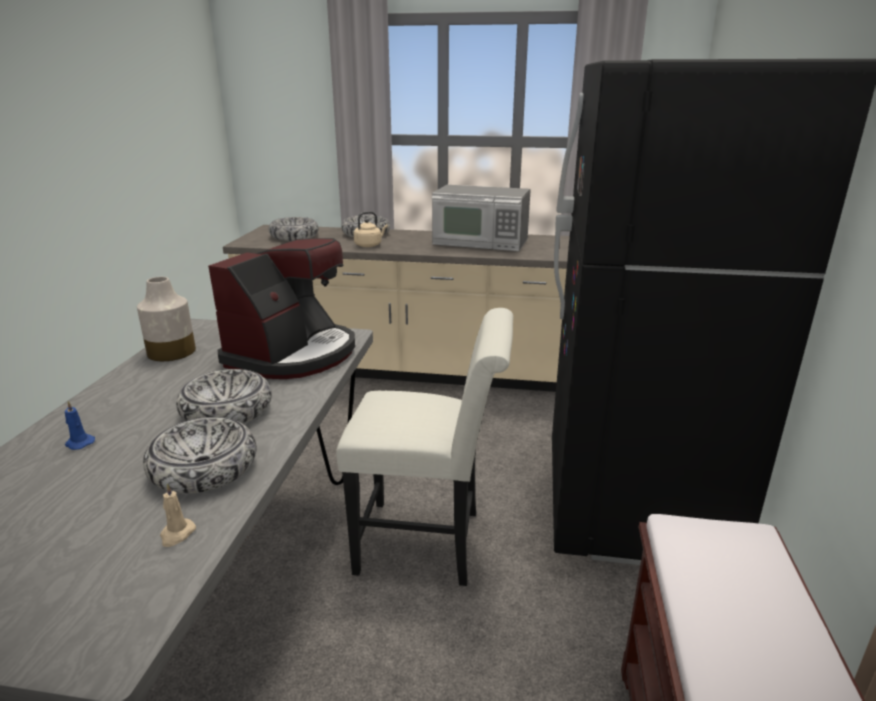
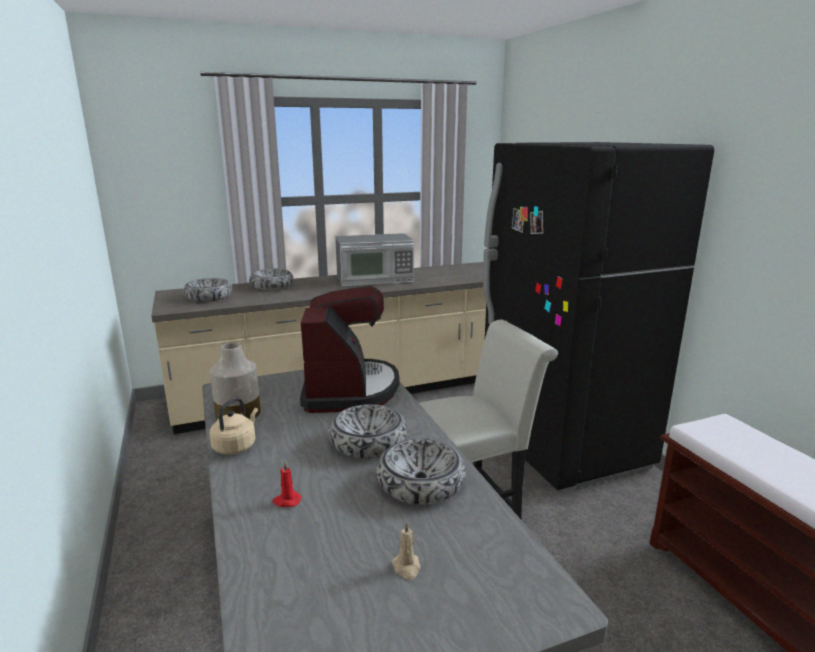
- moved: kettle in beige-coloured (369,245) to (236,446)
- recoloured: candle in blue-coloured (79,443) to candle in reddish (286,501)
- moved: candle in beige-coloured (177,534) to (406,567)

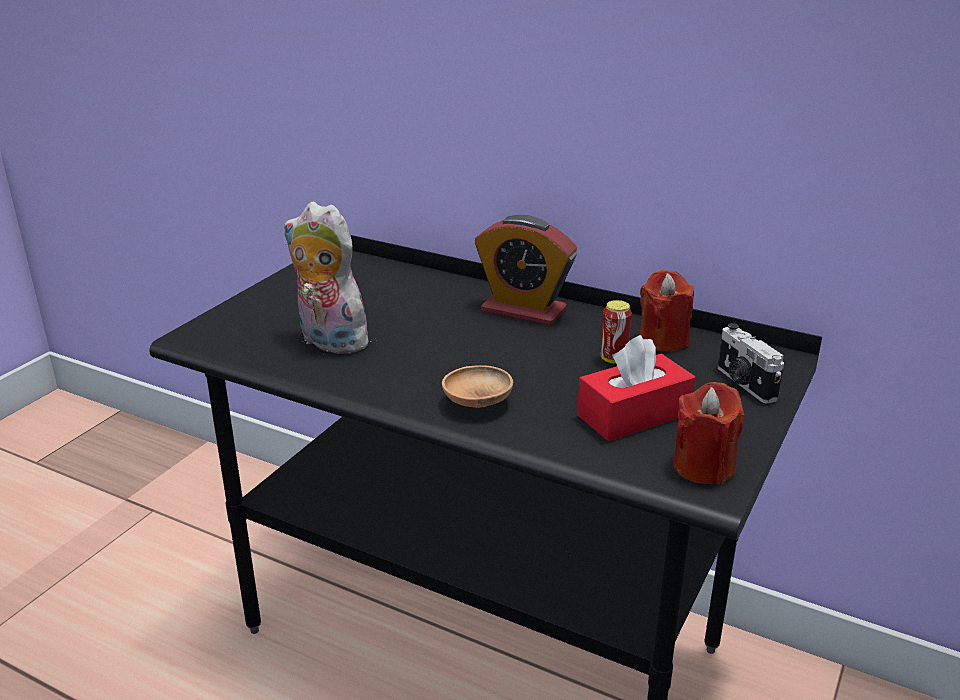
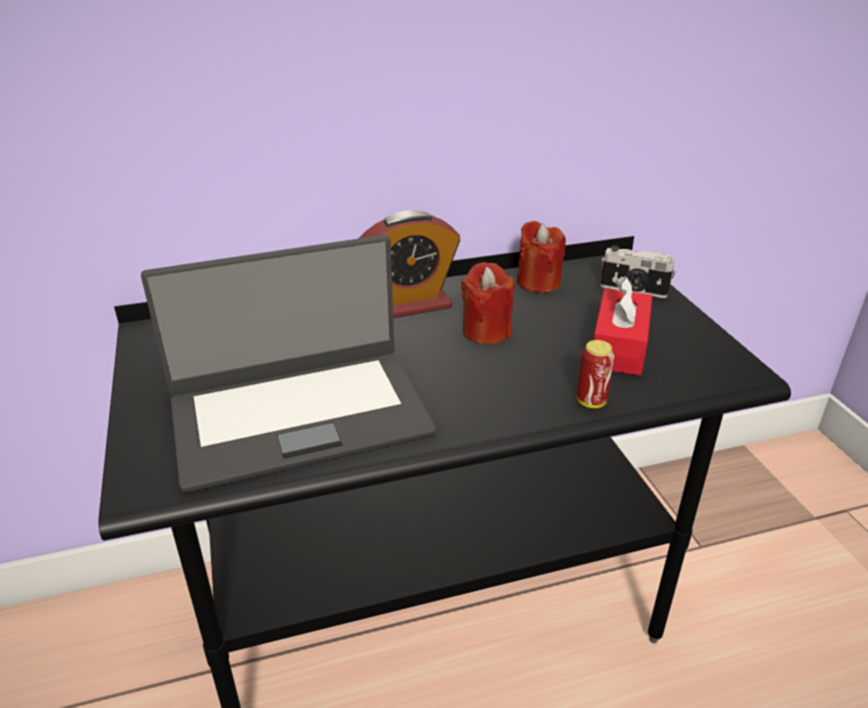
- replaced: soft toy (328,342) to notebook computer (299,415)
- moved: can (613,359) to (591,402)
- removed: bowl in brown (477,403)
- moved: candle in reddish (703,466) to (486,331)

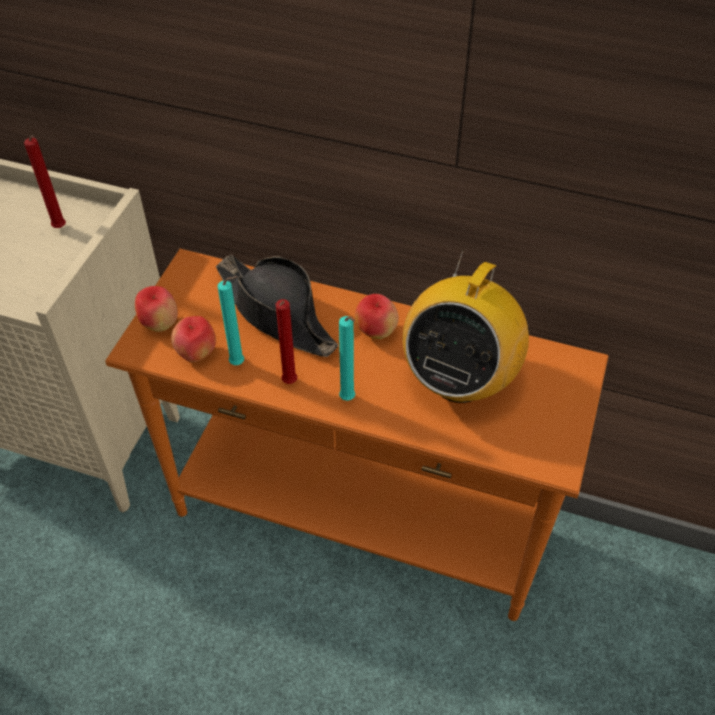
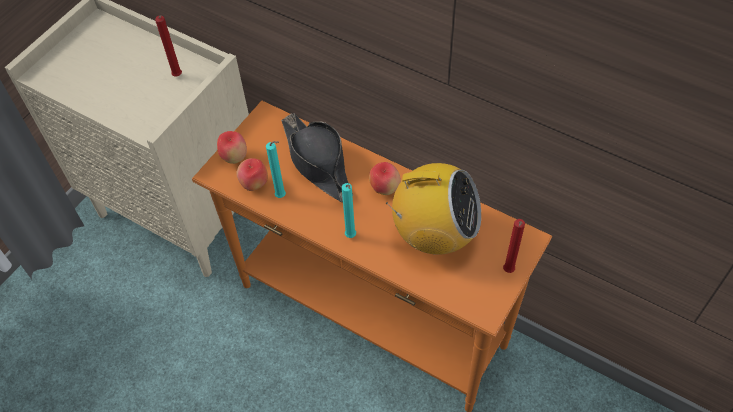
- turned: radio (459,379) = (434,235) 120 degrees counterclockwise
- moved: candle in reddish (289,384) to (508,272)

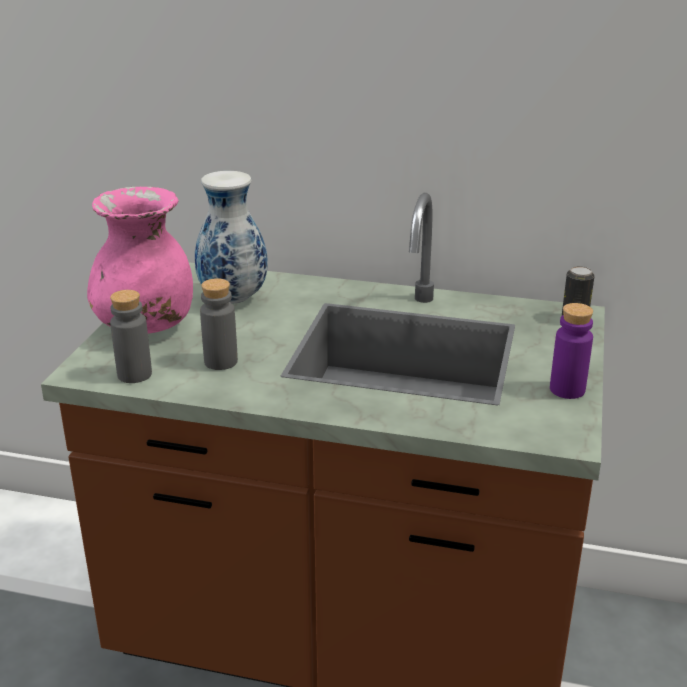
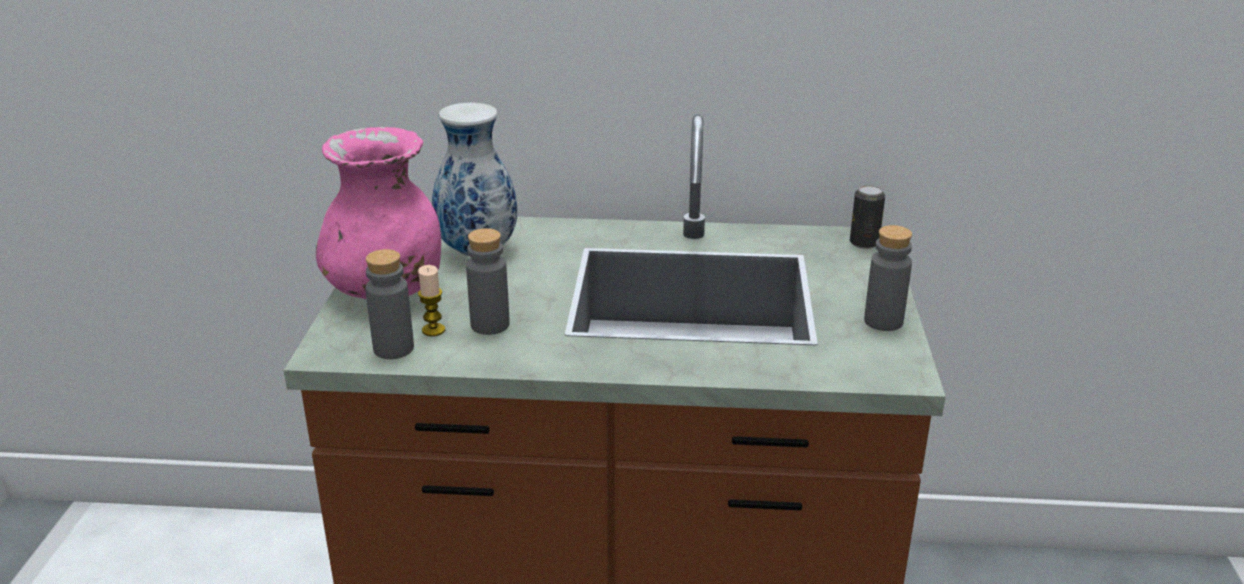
- recoloured: bottle in purple-coloured (567,390) to bottle in gray (883,321)
- added: candle (433,330)

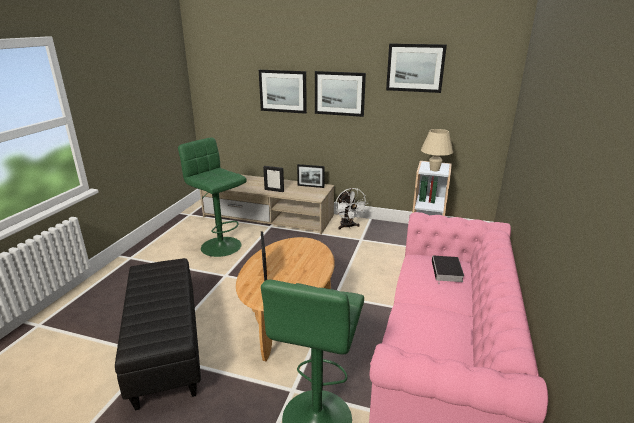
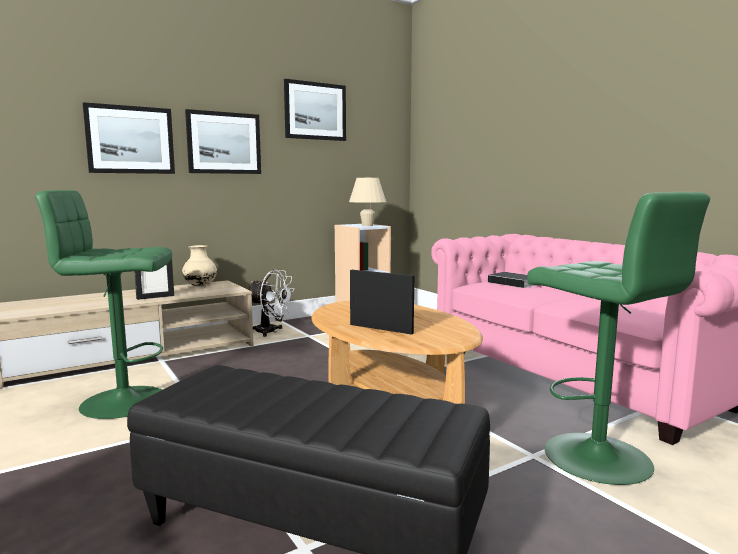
- replaced: picture frame (310,186) to vase in beige-coloured (200,286)

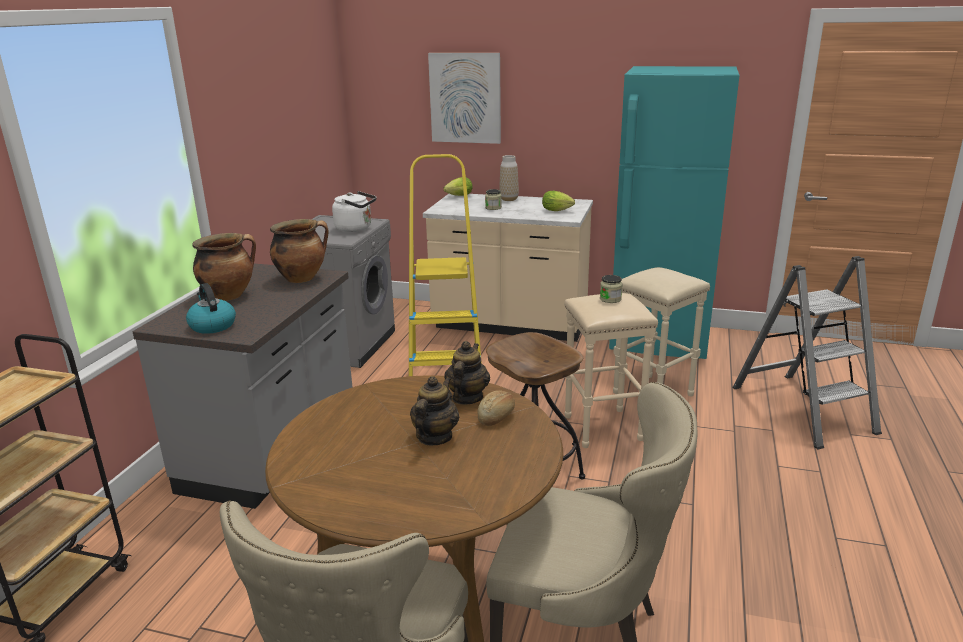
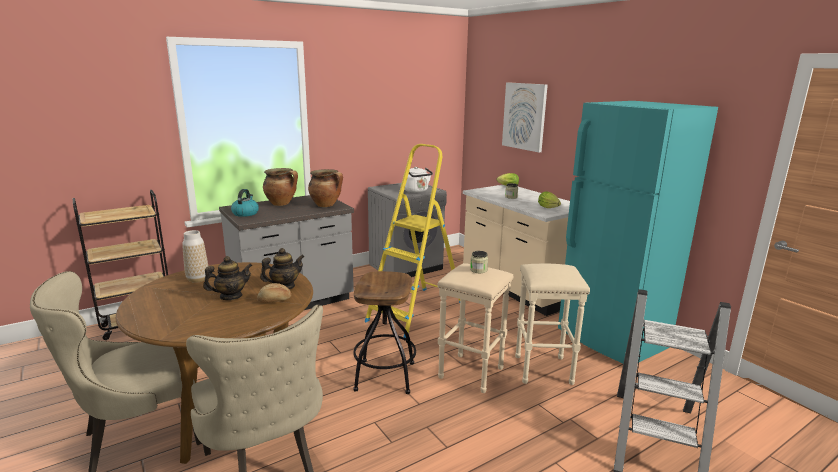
- moved: vase (509,199) to (198,279)

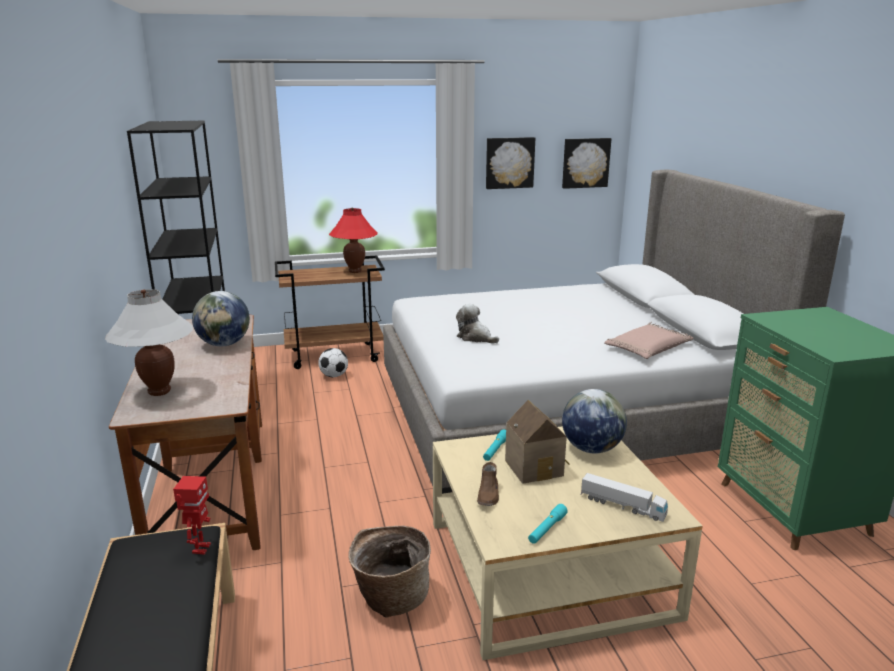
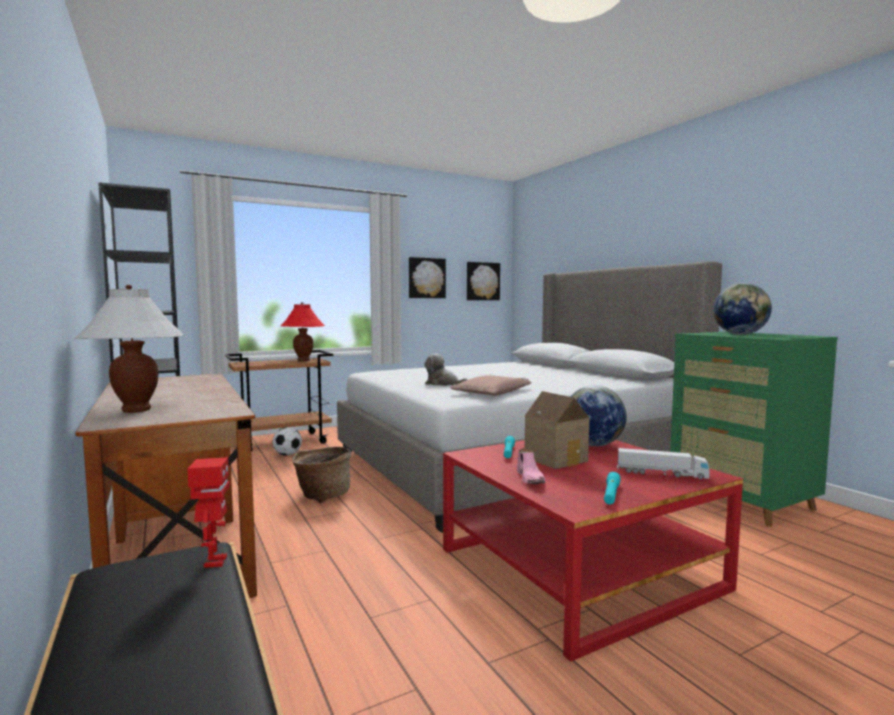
- moved: globe (224,344) to (740,334)
- moved: throw pillow in beige-coloured (648,347) to (491,391)
- recoloured: low table in beige-coloured (548,568) to low table in reddish (578,568)
- recoloured: low shoe in brown (488,494) to low shoe in pink-coloured (530,479)
- moved: household basket (390,597) to (322,495)

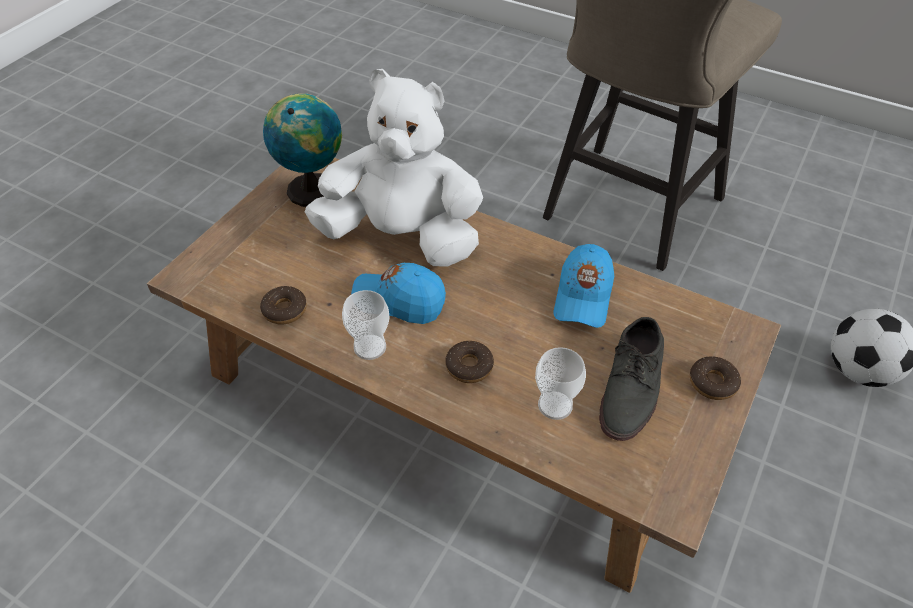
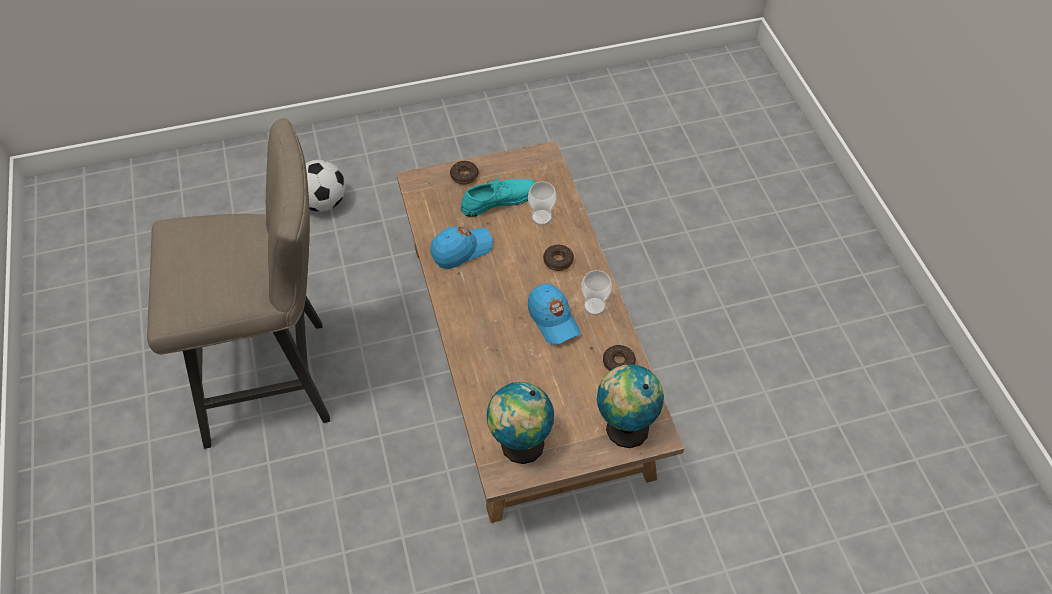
- removed: soft toy in white (402,237)
- recoloured: low shoe in gray (632,386) to low shoe in blue-green (499,199)
- added: globe (624,428)

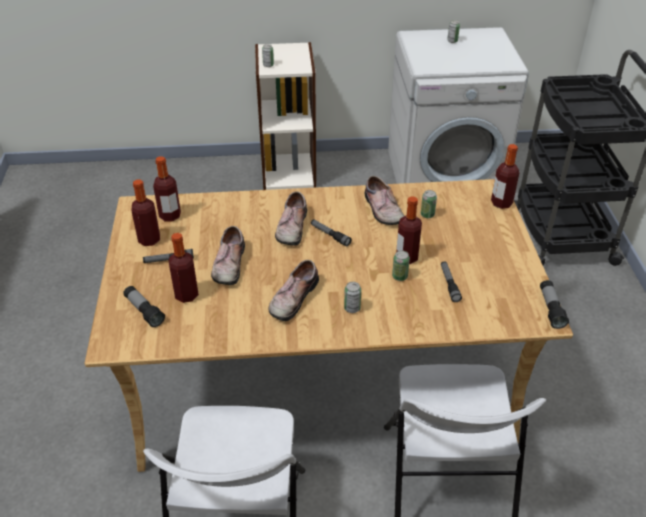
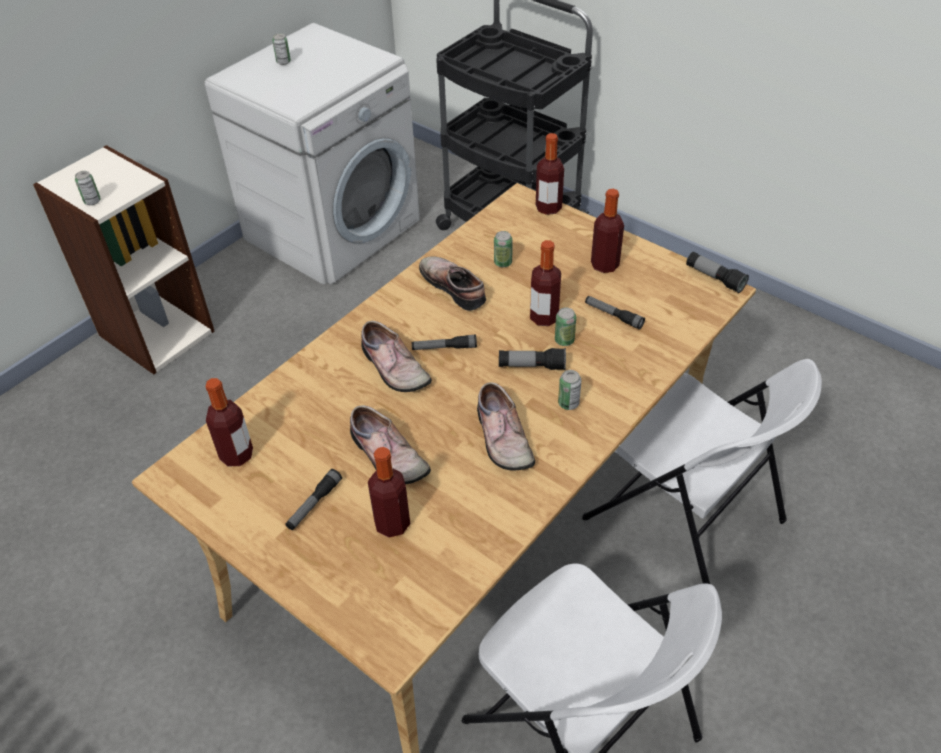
- turned: low shoe (382,210) = (455,286) 150 degrees counterclockwise
- moved: bottle (149,240) to (604,265)
- moved: hand torch (144,311) to (531,366)

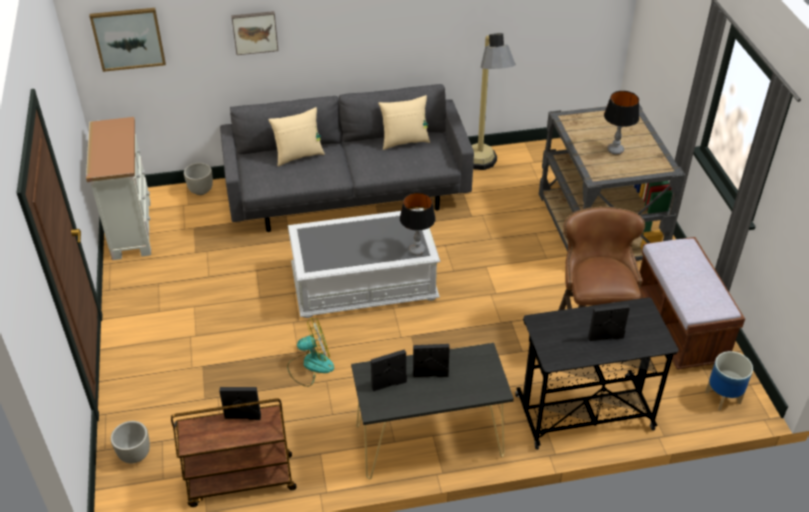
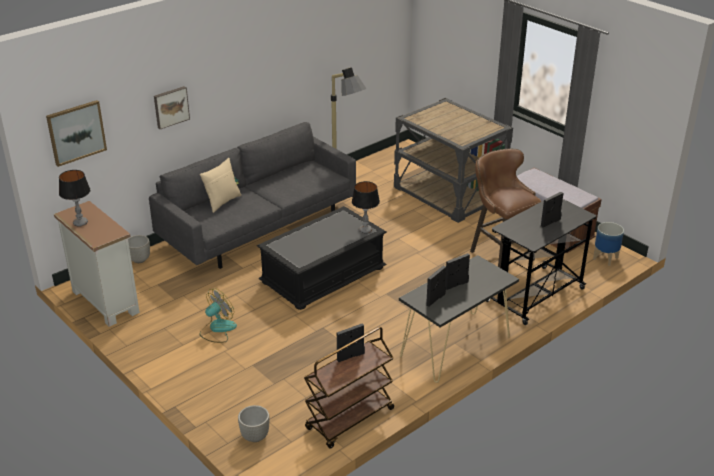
- moved: tabletop lamp (615,150) to (80,223)
- removed: throw pillow in beige-coloured (404,142)
- recoloured: low table in white (364,282) to low table in black-coloured (323,274)
- moved: electric fan (310,365) to (217,329)

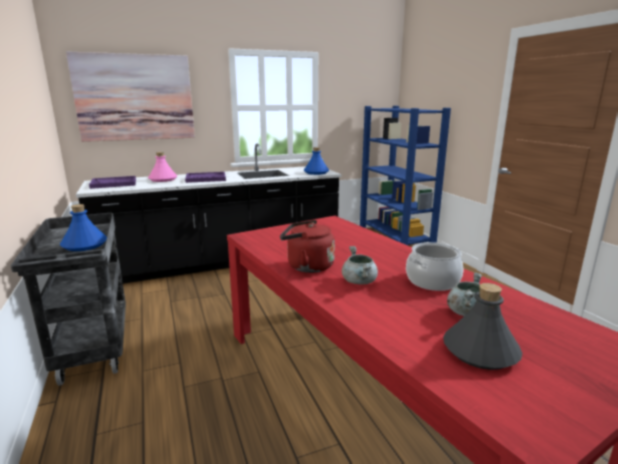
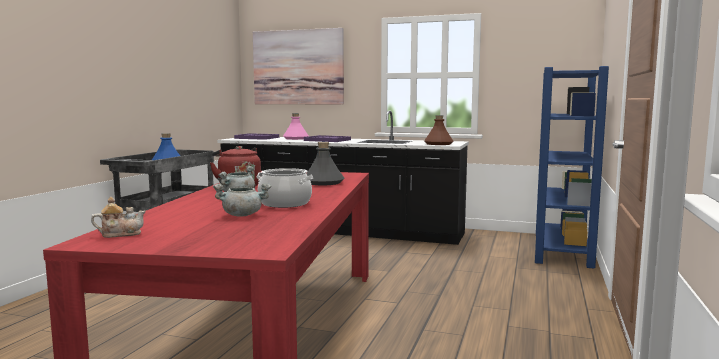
- recoloured: bottle in blue-coloured (316,172) to bottle in brown (438,144)
- moved: bottle in gray (481,351) to (323,182)
- added: pot for tea (120,234)

